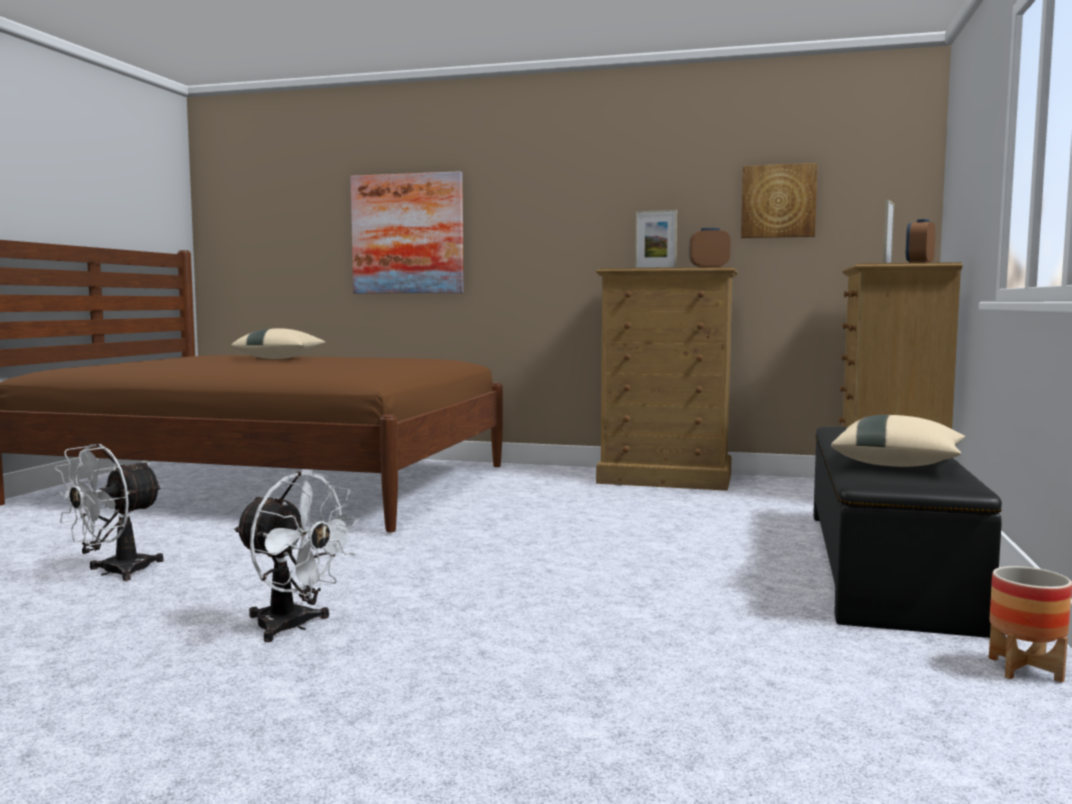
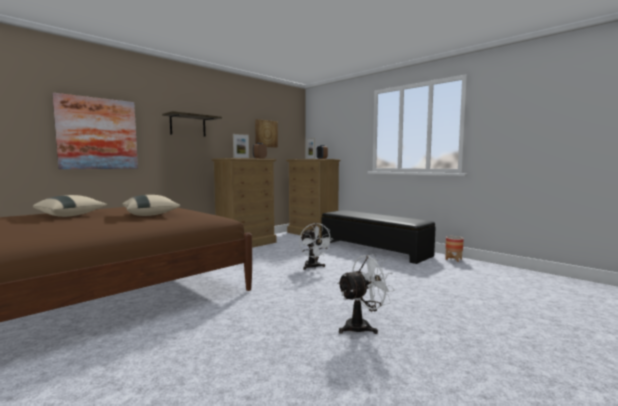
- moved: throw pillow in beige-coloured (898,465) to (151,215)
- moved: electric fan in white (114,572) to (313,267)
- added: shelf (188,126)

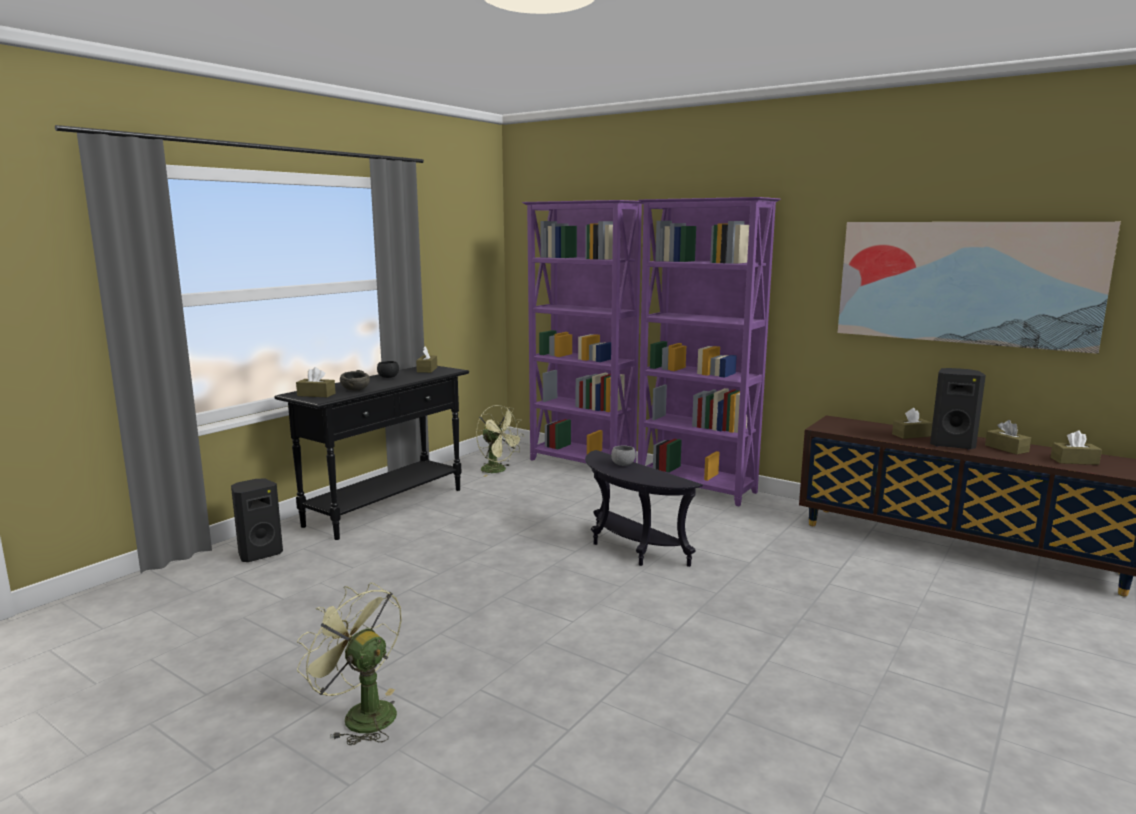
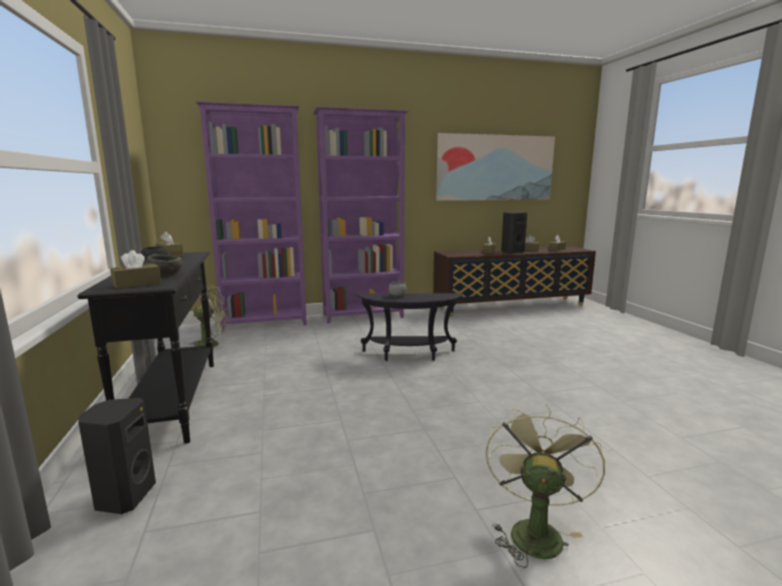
- turned: electric fan in greenish (361,714) = (534,530) 120 degrees clockwise

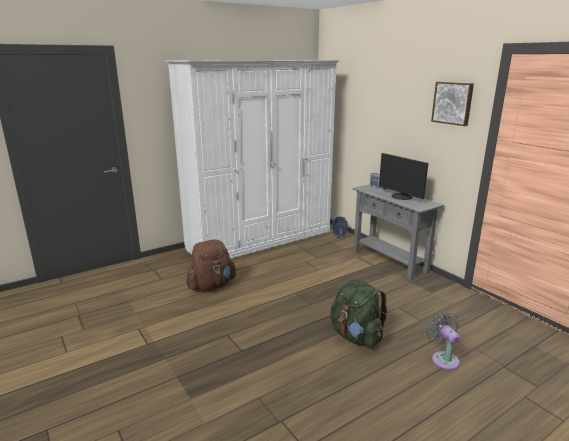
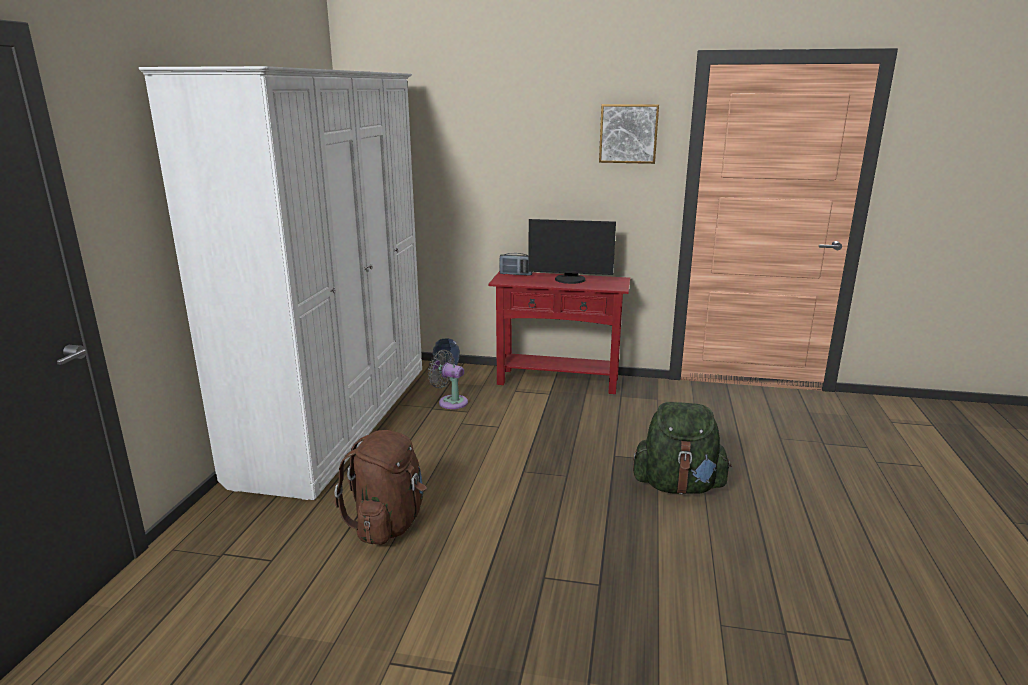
- recoloured: console table in gray (389,261) to console table in reddish (558,381)
- moved: electric fan in gray (443,359) to (450,402)

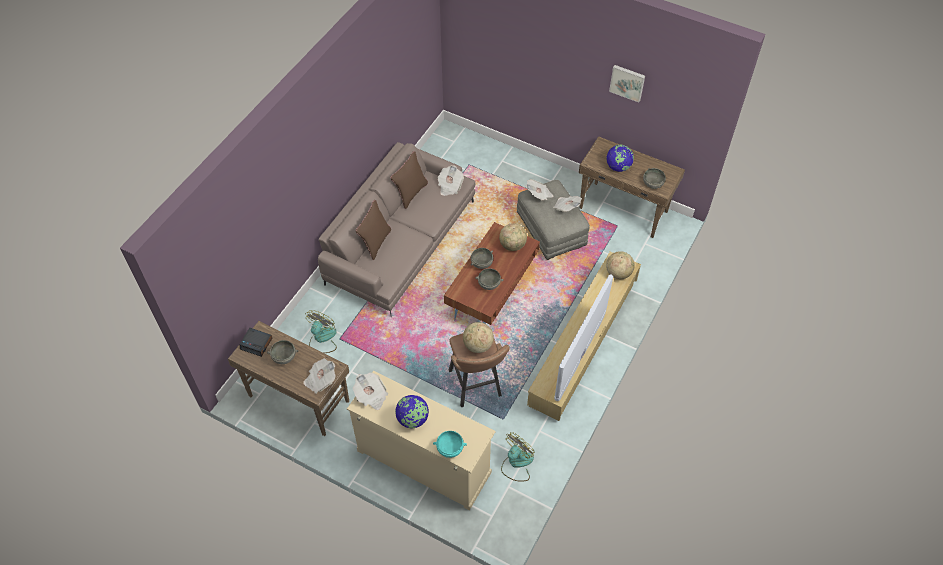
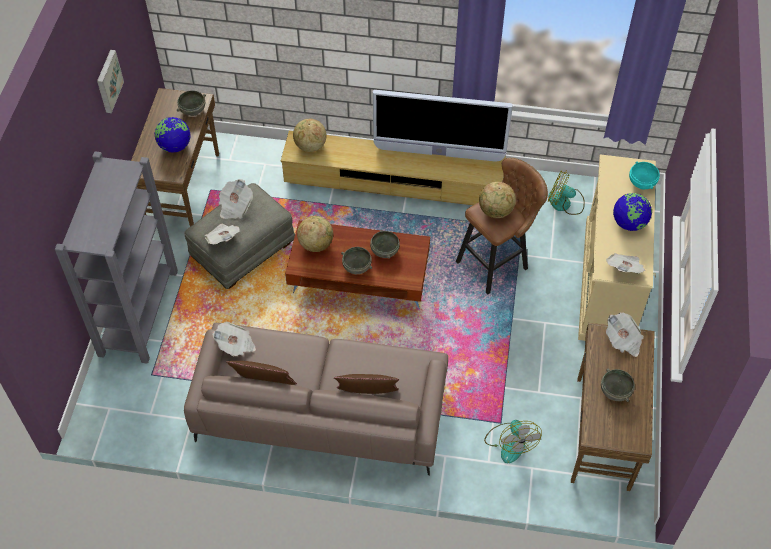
- turned: electric fan (322,339) = (510,442) 105 degrees counterclockwise
- removed: alarm clock (257,343)
- added: bookcase in gray (138,312)

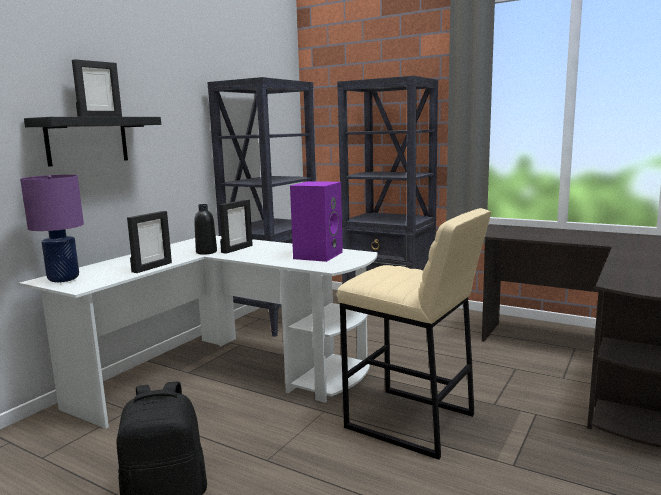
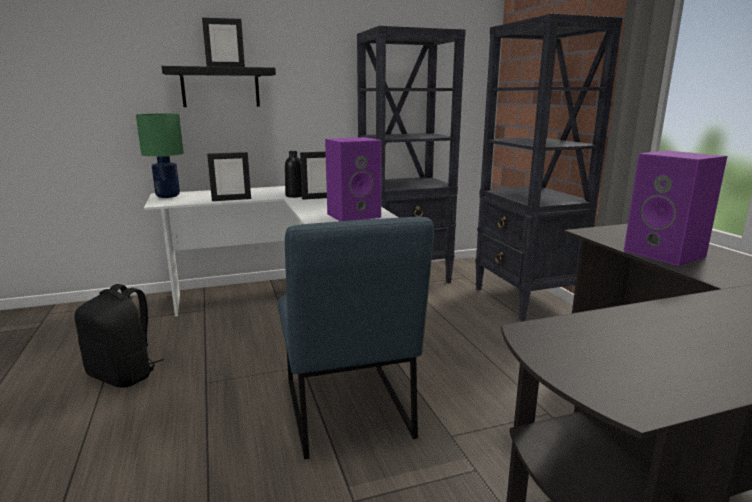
- recoloured: tabletop lamp in purple-coloured (64,280) to tabletop lamp in greenish (168,197)
- replaced: stool in beige-coloured (413,422) to chair in blue-coloured (347,411)
- added: speaker in purple-coloured (666,254)

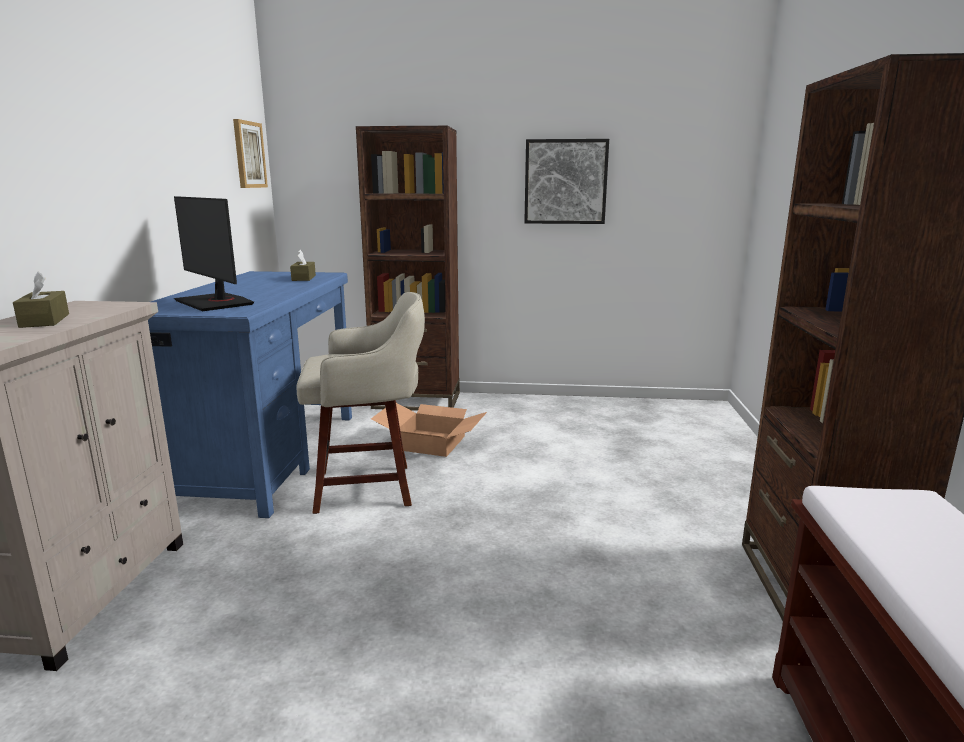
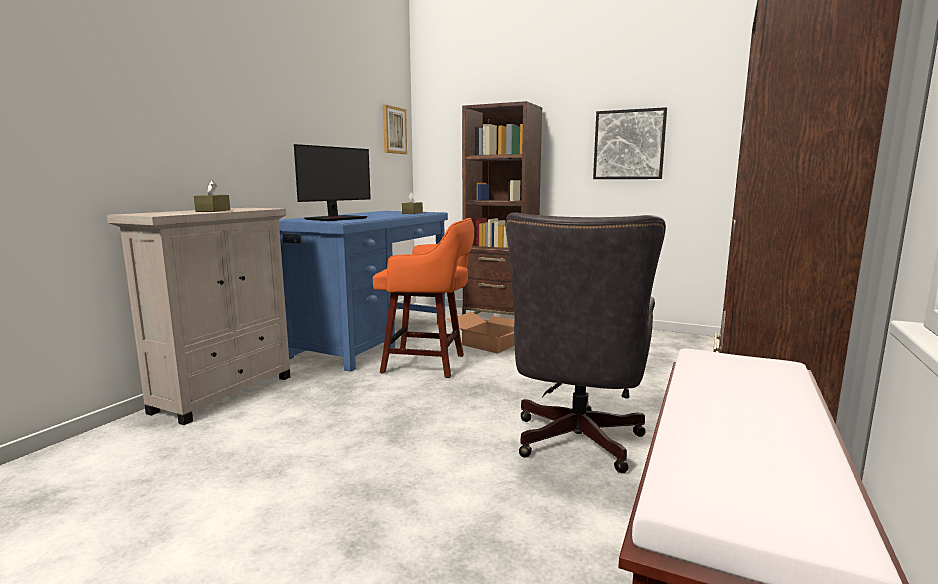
- turned: monitor (215,302) = (335,219) 120 degrees counterclockwise
- recoloured: stool in beige-coloured (369,488) to stool in orangey (427,364)
- added: office chair in gray (577,443)

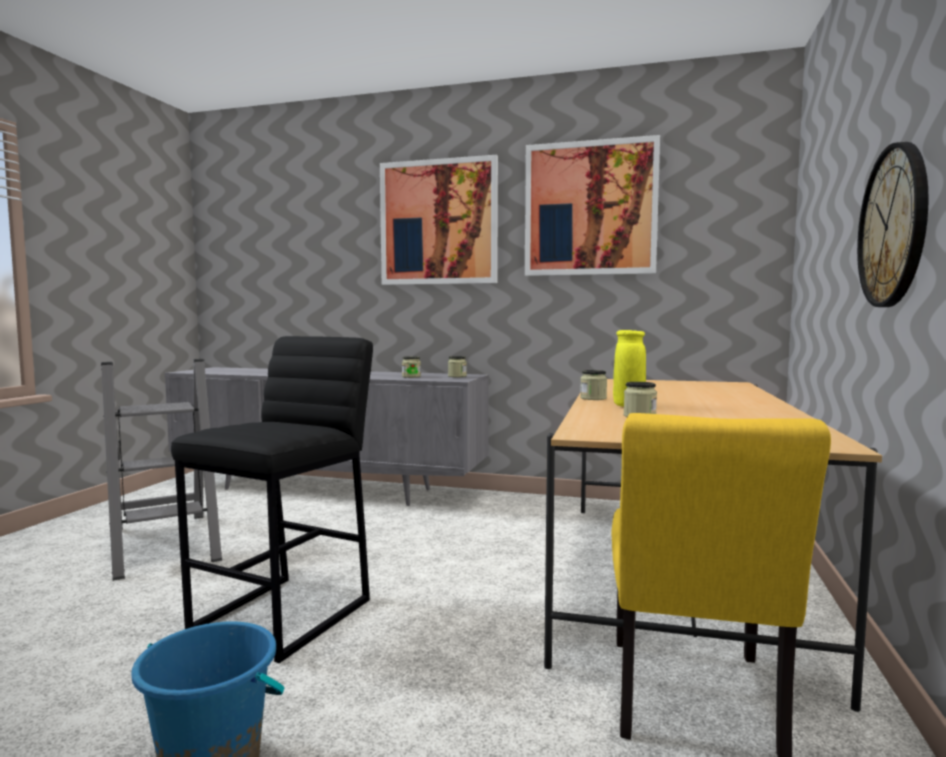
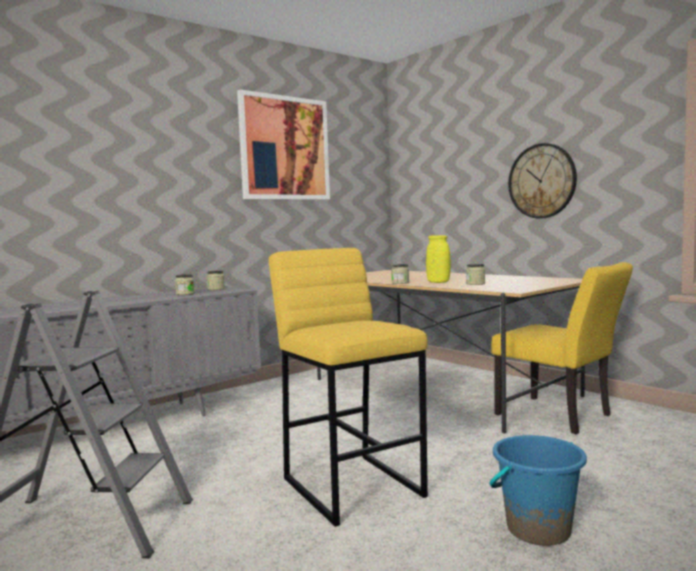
- removed: wall picture (438,222)
- recoloured: stool in black-coloured (285,614) to stool in yellowish (350,486)

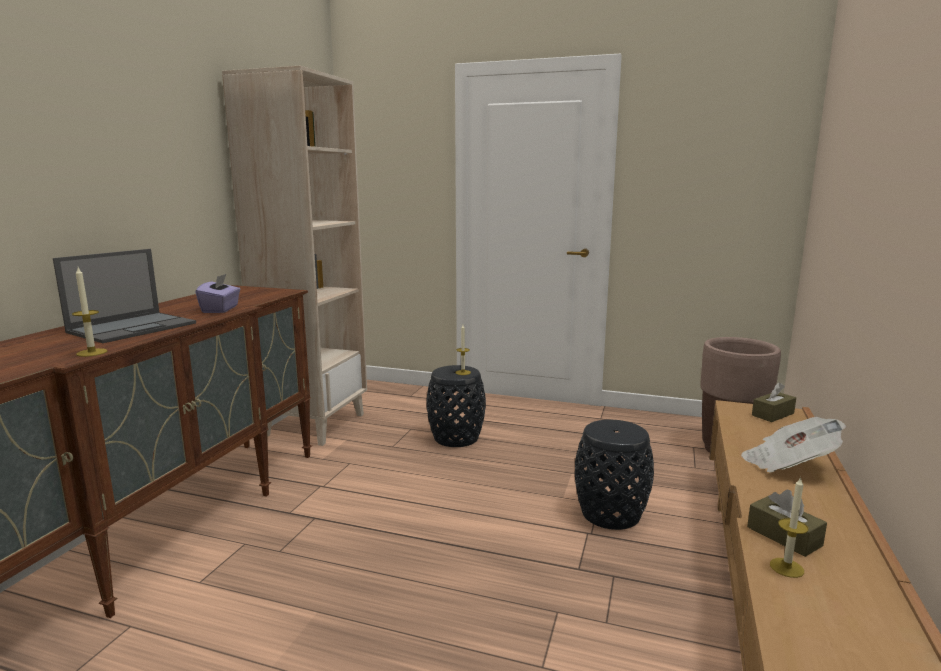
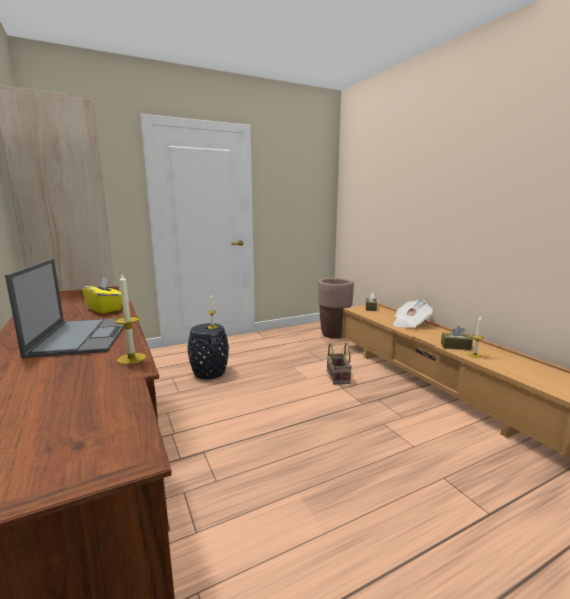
- recoloured: tissue holder in purple-coloured (221,309) to tissue holder in yellowish (105,309)
- replaced: stool in black-coloured (610,514) to household basket (337,376)

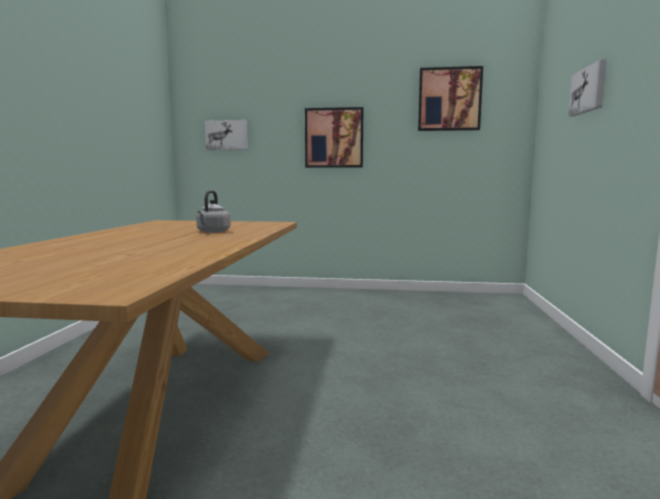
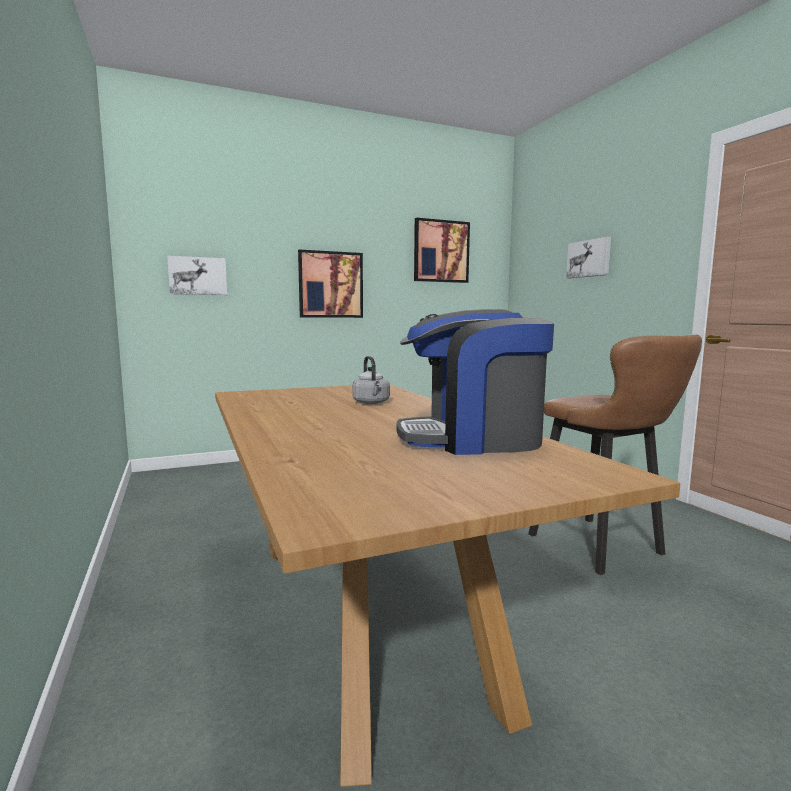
- added: coffee brewer (473,439)
- added: stool in brown (606,550)

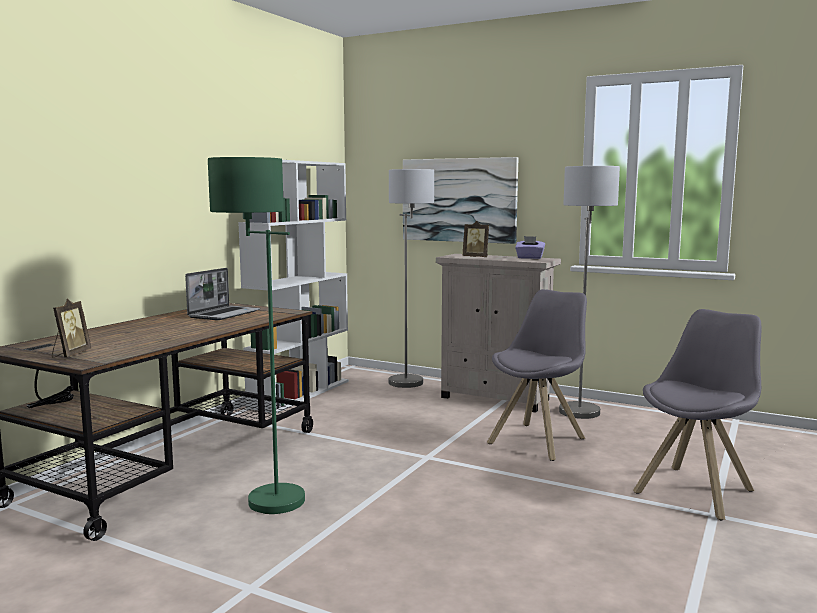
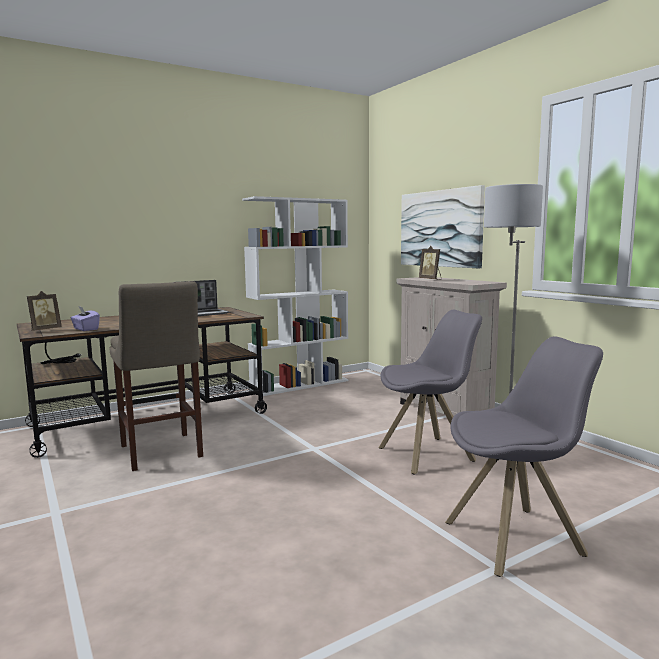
- replaced: standing lamp in greenish (264,497) to stool in beige-coloured (161,453)
- removed: standing lamp in gray (409,385)
- moved: tissue holder in purple-coloured (529,258) to (85,329)

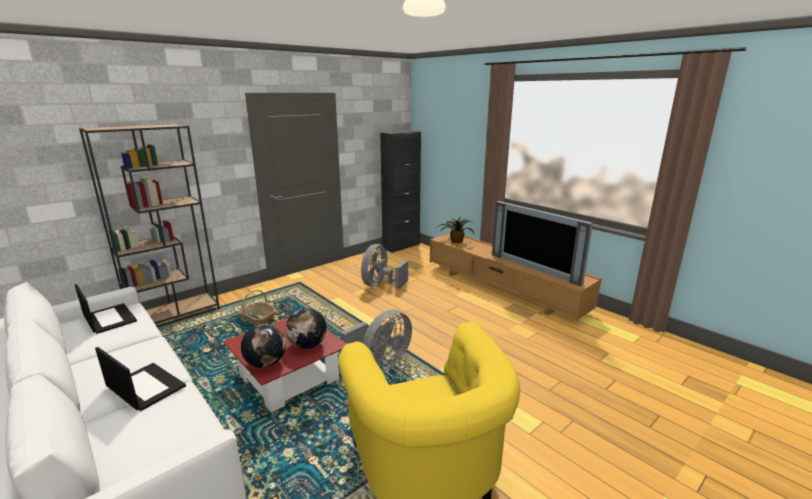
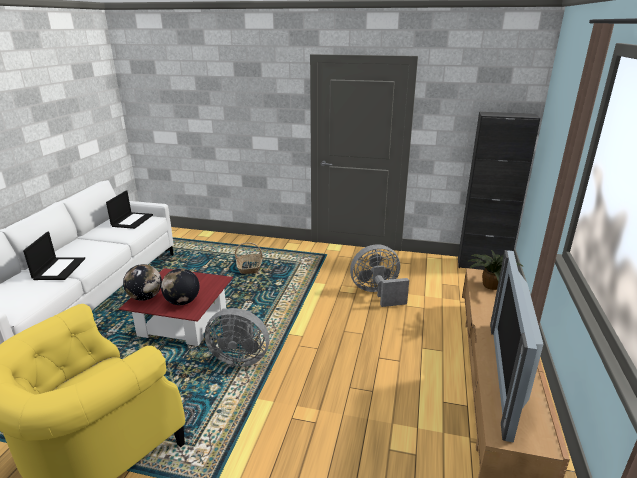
- removed: bookcase (175,315)

